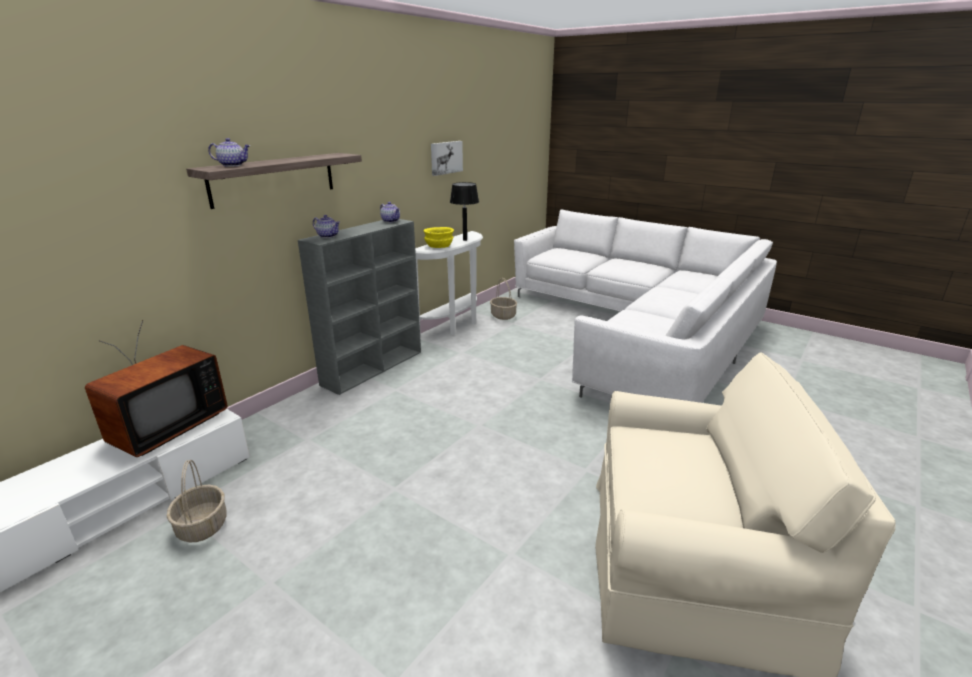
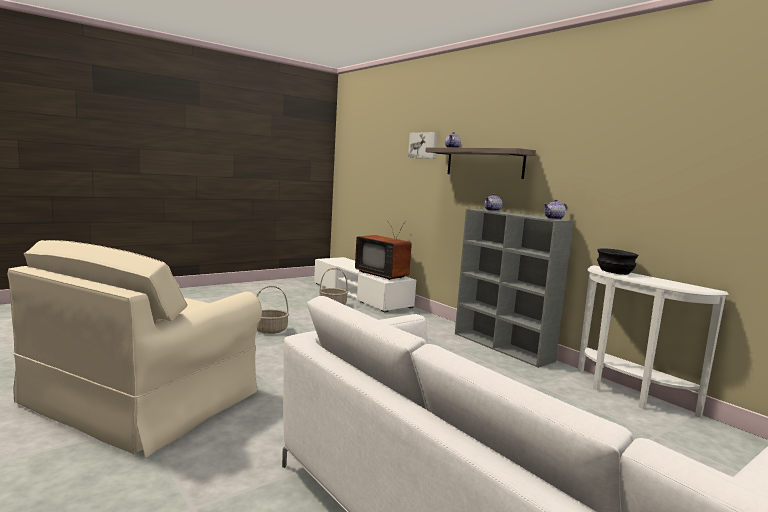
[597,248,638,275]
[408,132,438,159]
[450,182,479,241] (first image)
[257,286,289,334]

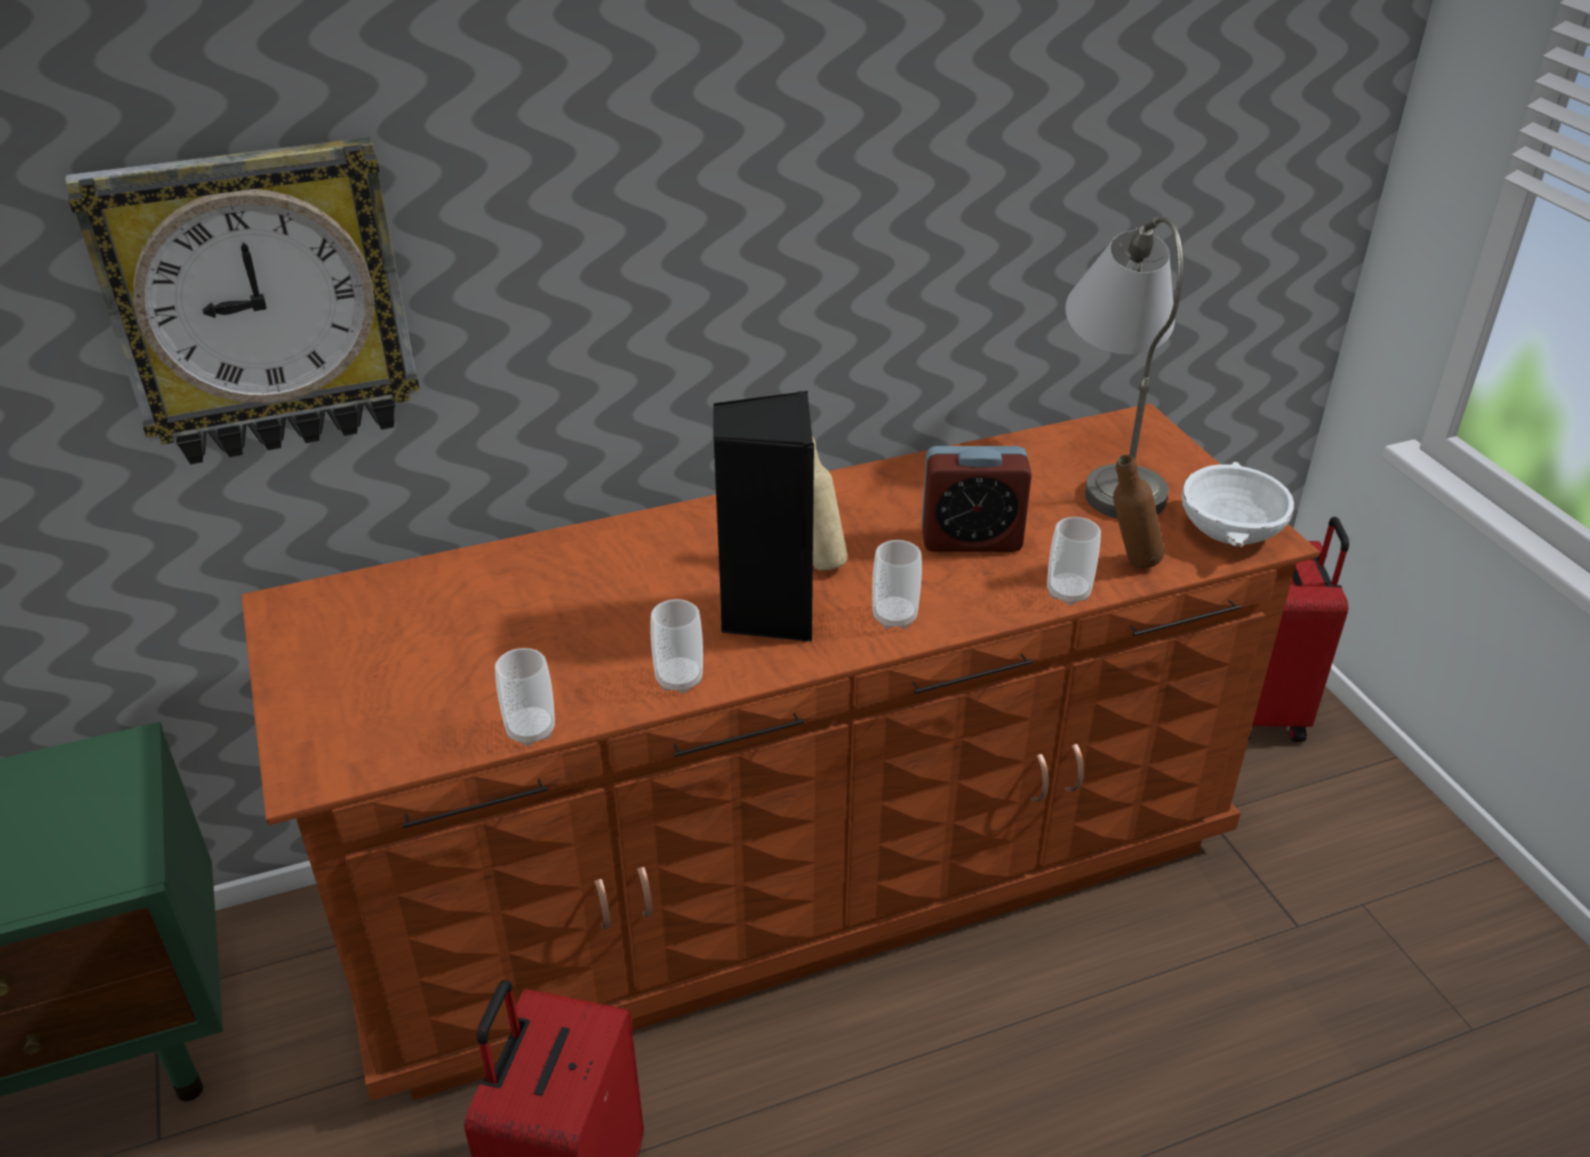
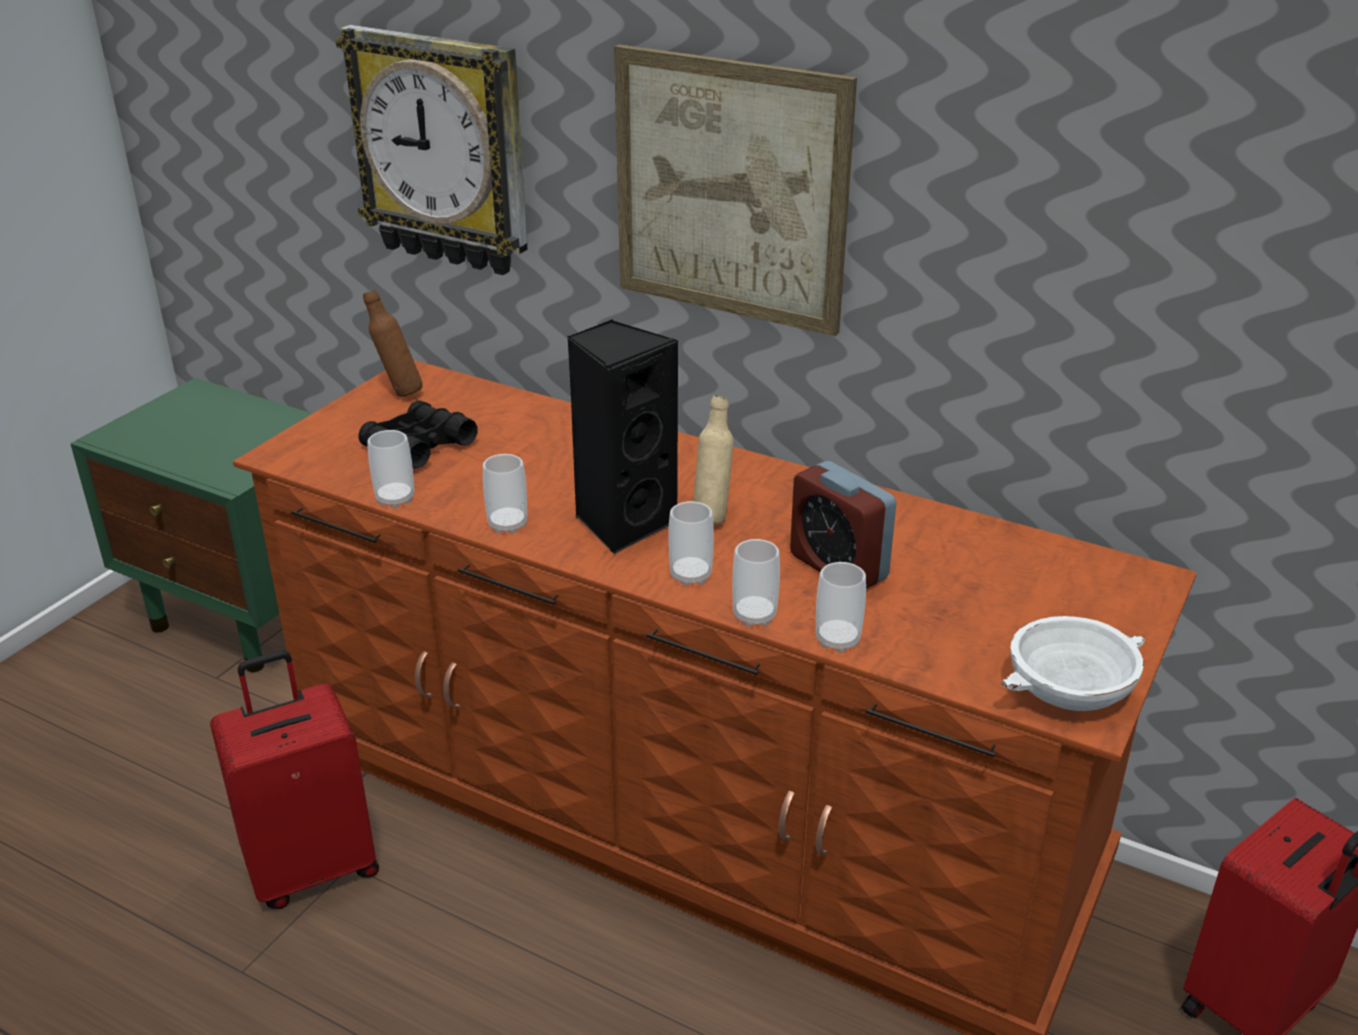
[1065,217,1183,519] (first image)
[363,289,423,397]
[358,400,478,468]
[614,44,857,336]
[732,539,780,627]

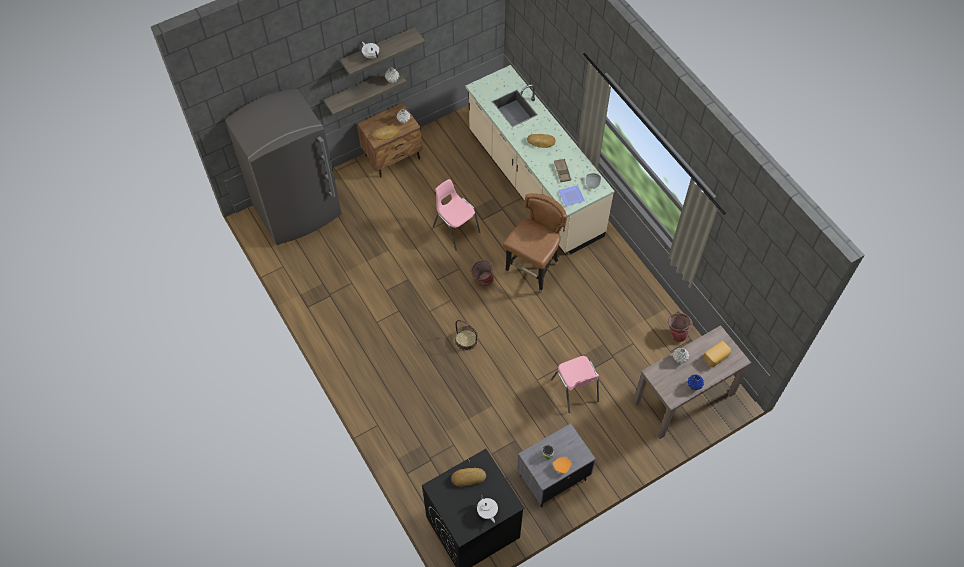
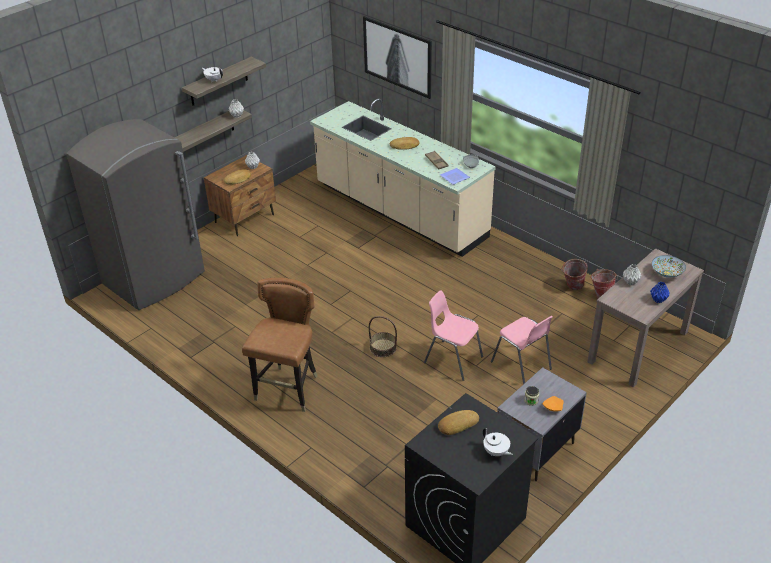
[424,290,483,381]
[561,259,588,290]
[242,277,318,412]
[652,255,686,278]
[363,16,432,99]

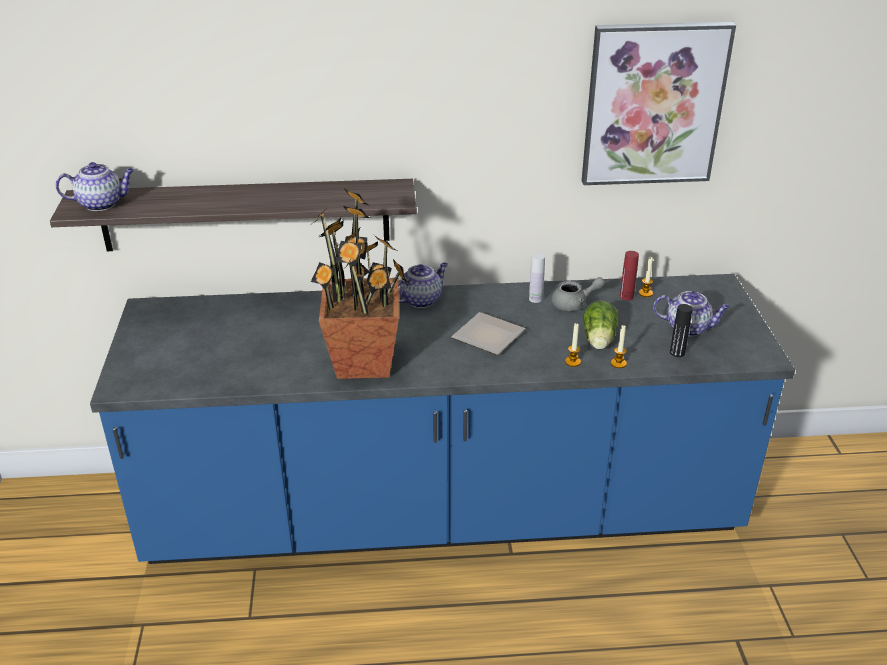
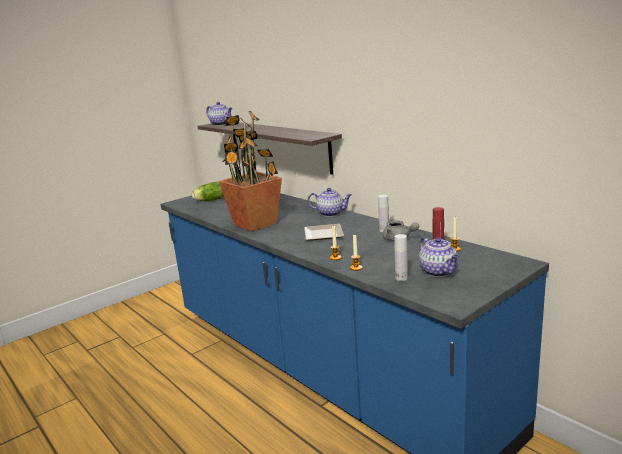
[582,22,736,185] (first image)
[192,182,224,201]
[395,234,408,281]

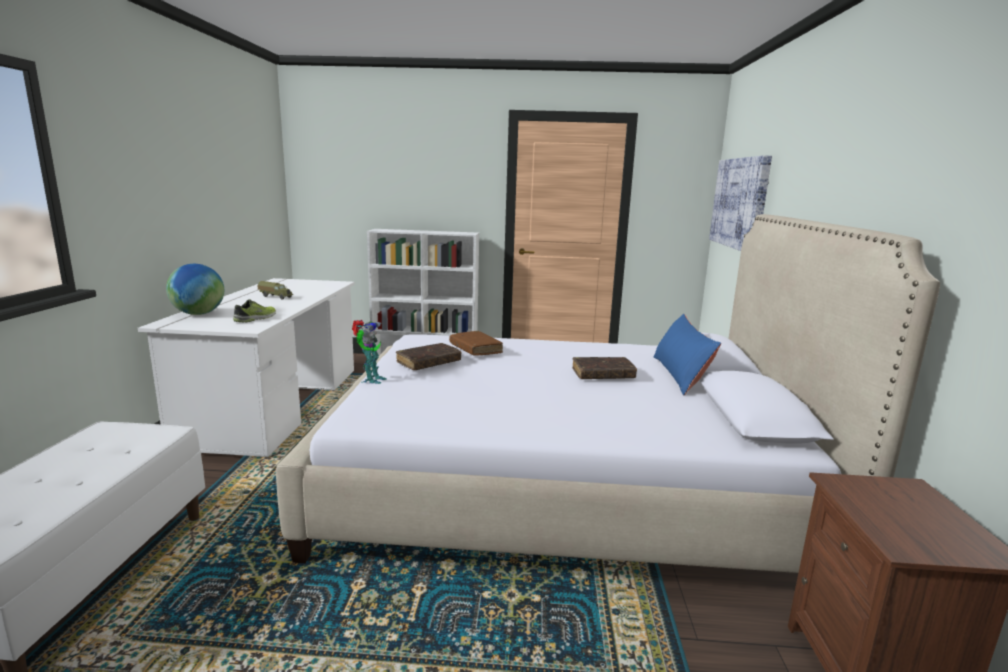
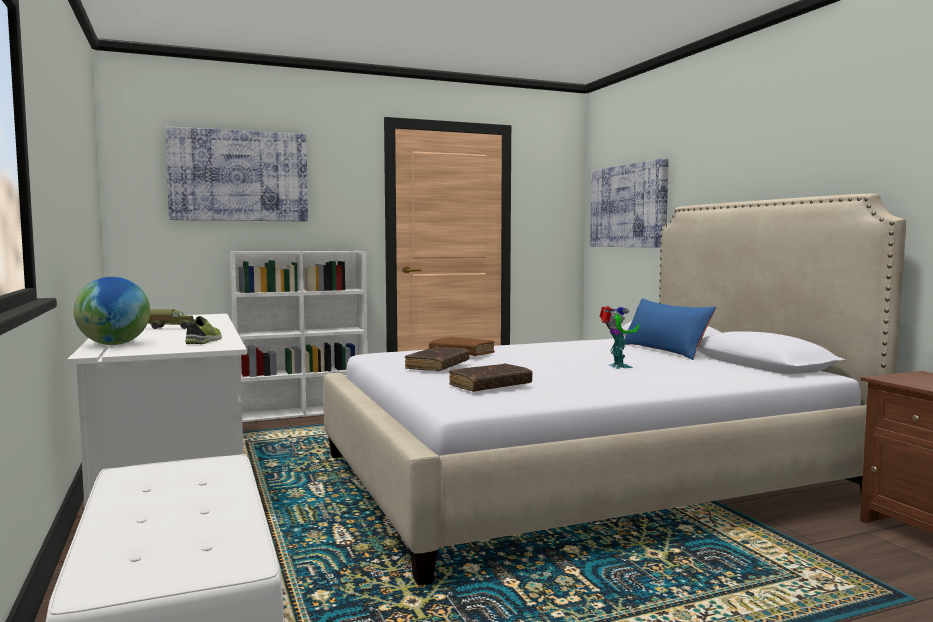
[599,306,639,369]
[449,363,533,392]
[165,126,308,222]

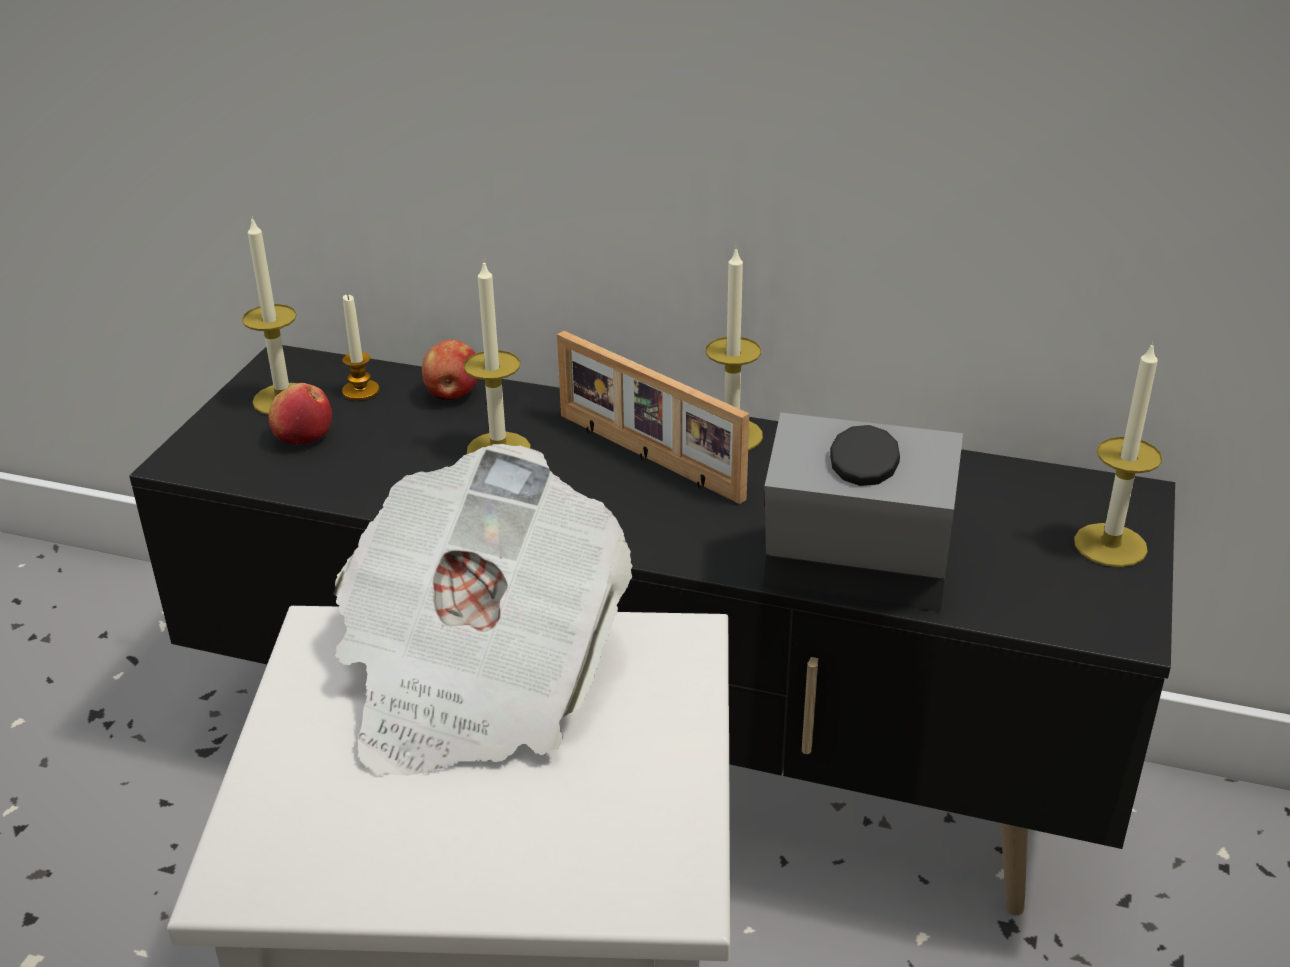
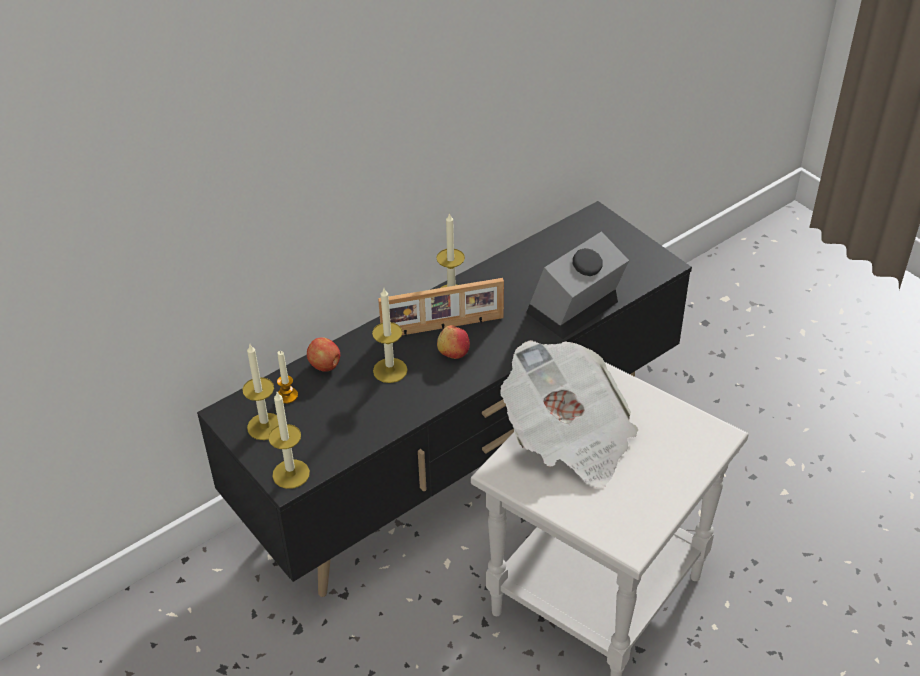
[437,325,470,359]
[268,392,310,489]

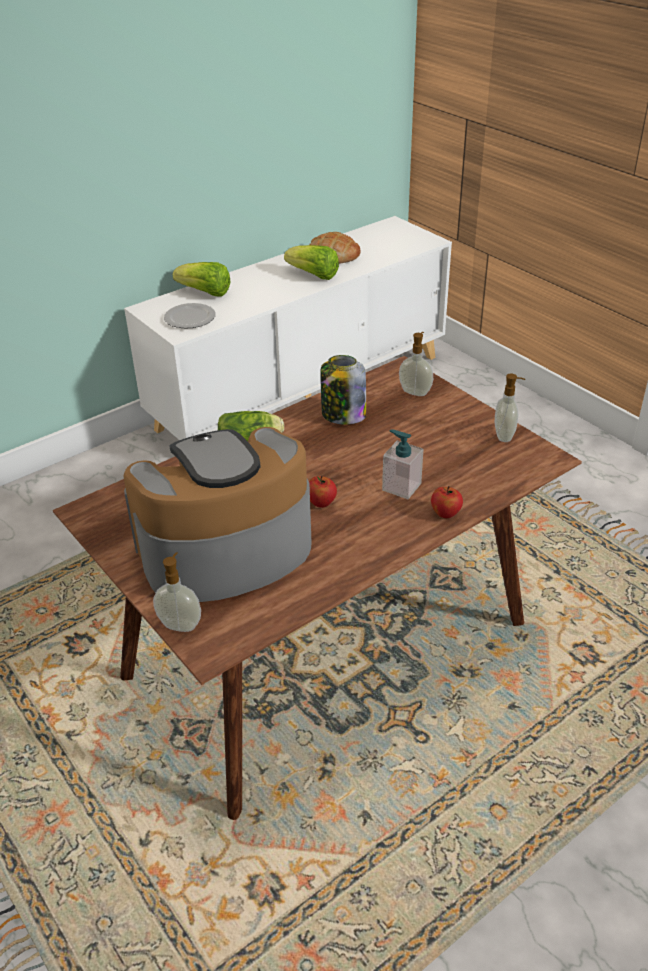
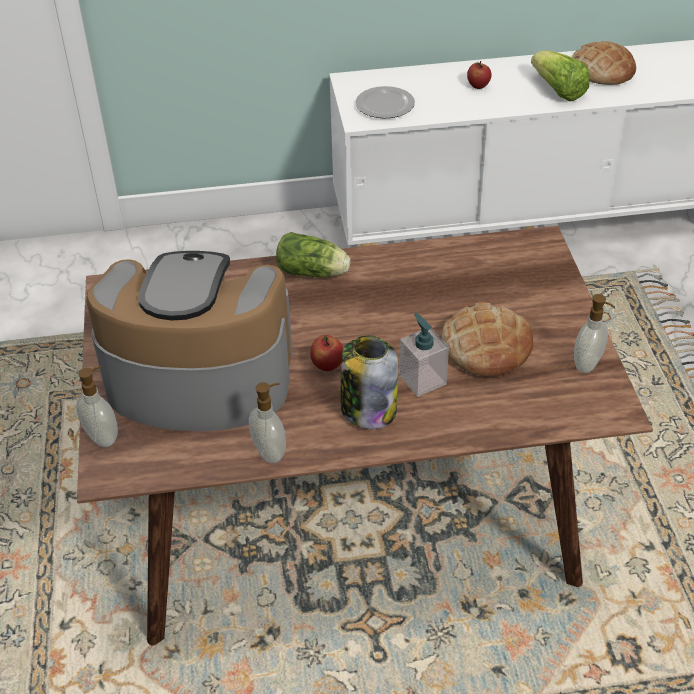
[173,262,230,297] (first image)
[341,335,398,429]
[249,382,286,463]
[467,61,492,89]
[442,302,533,377]

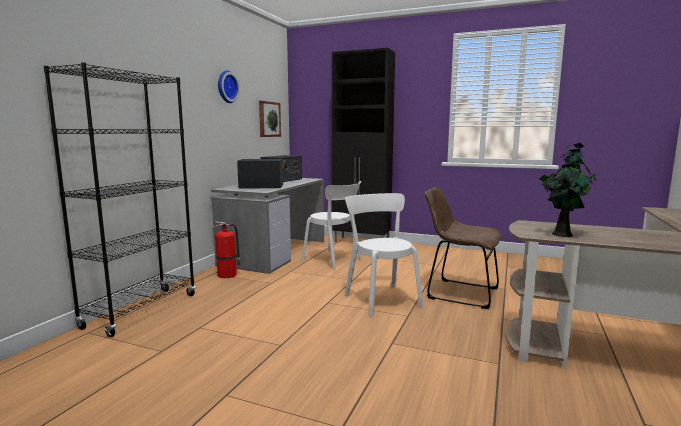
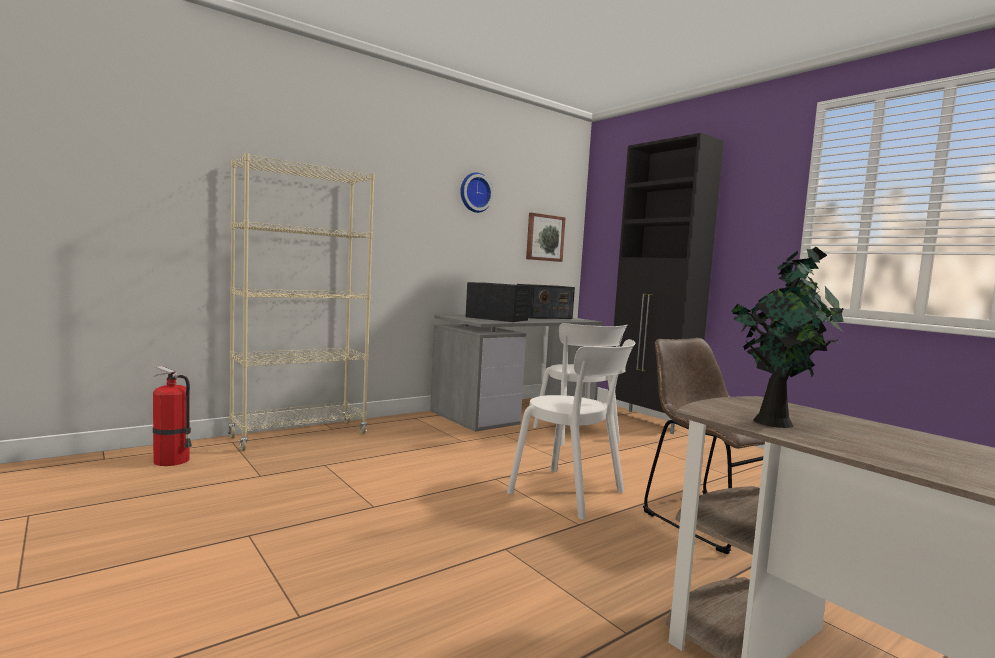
[228,153,375,451]
[153,366,192,466]
[507,339,635,520]

